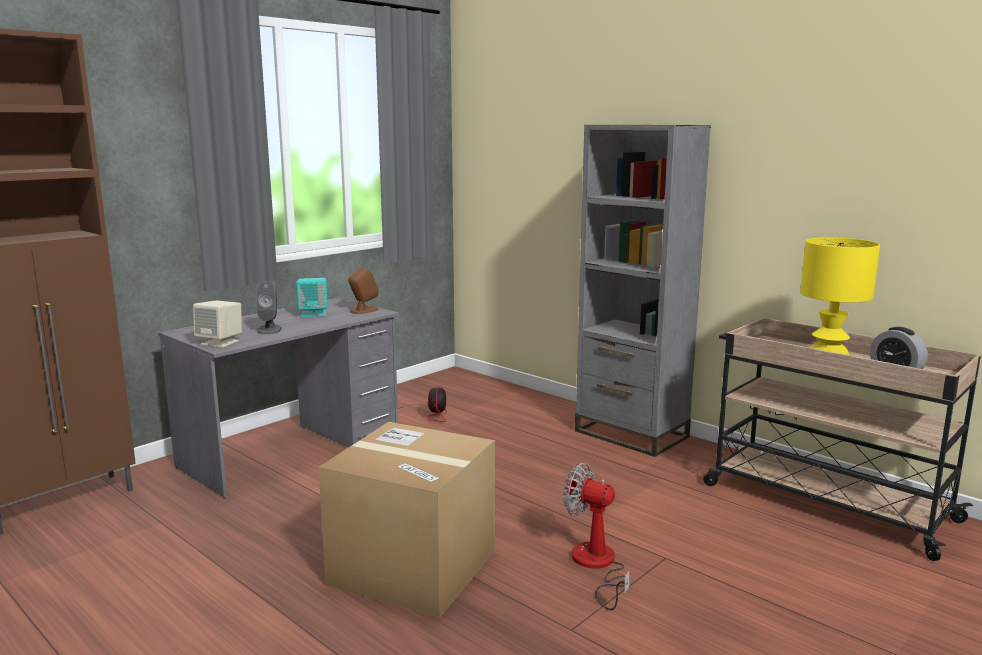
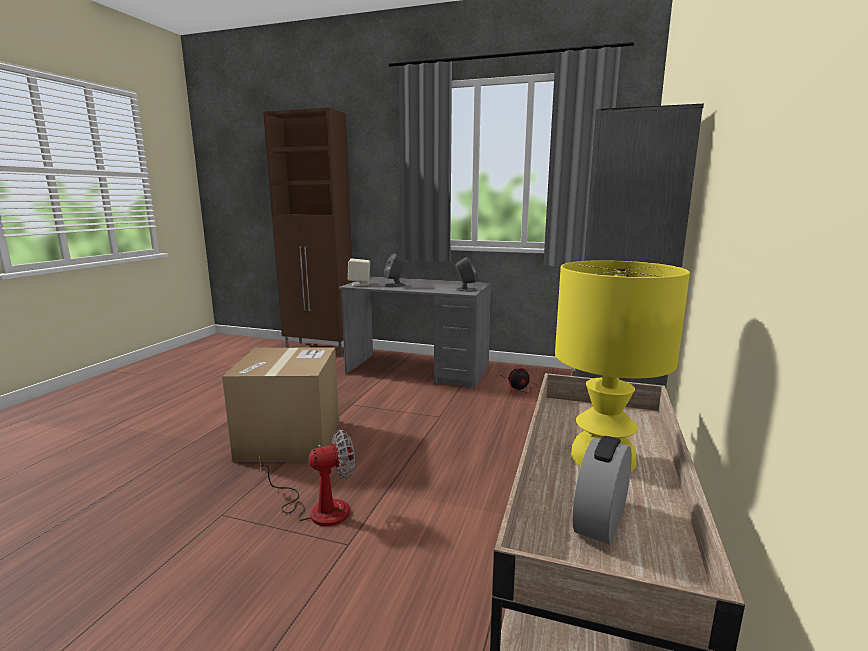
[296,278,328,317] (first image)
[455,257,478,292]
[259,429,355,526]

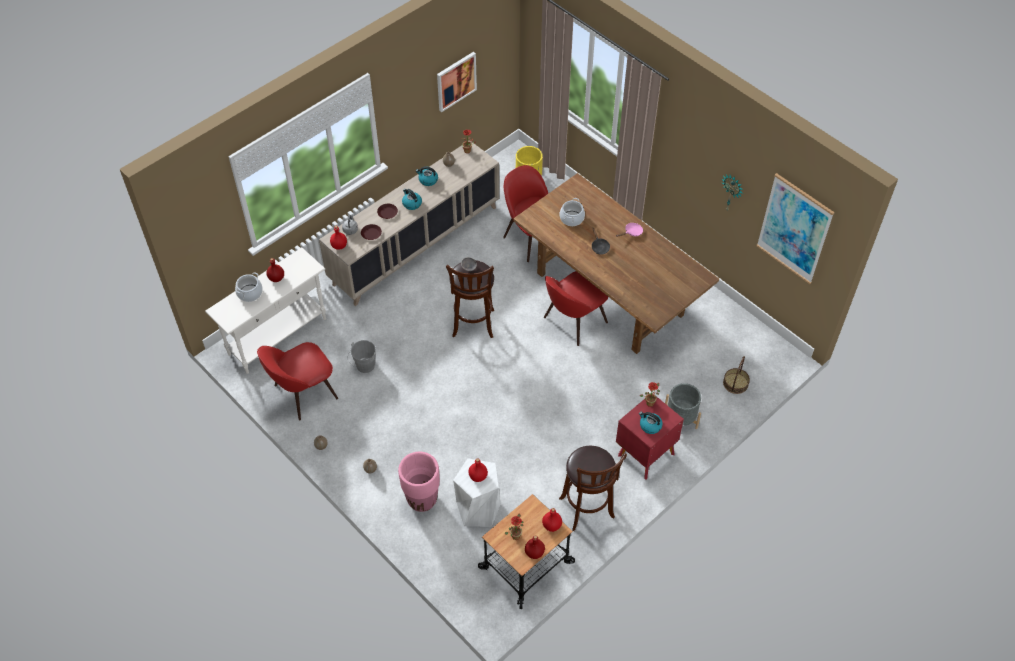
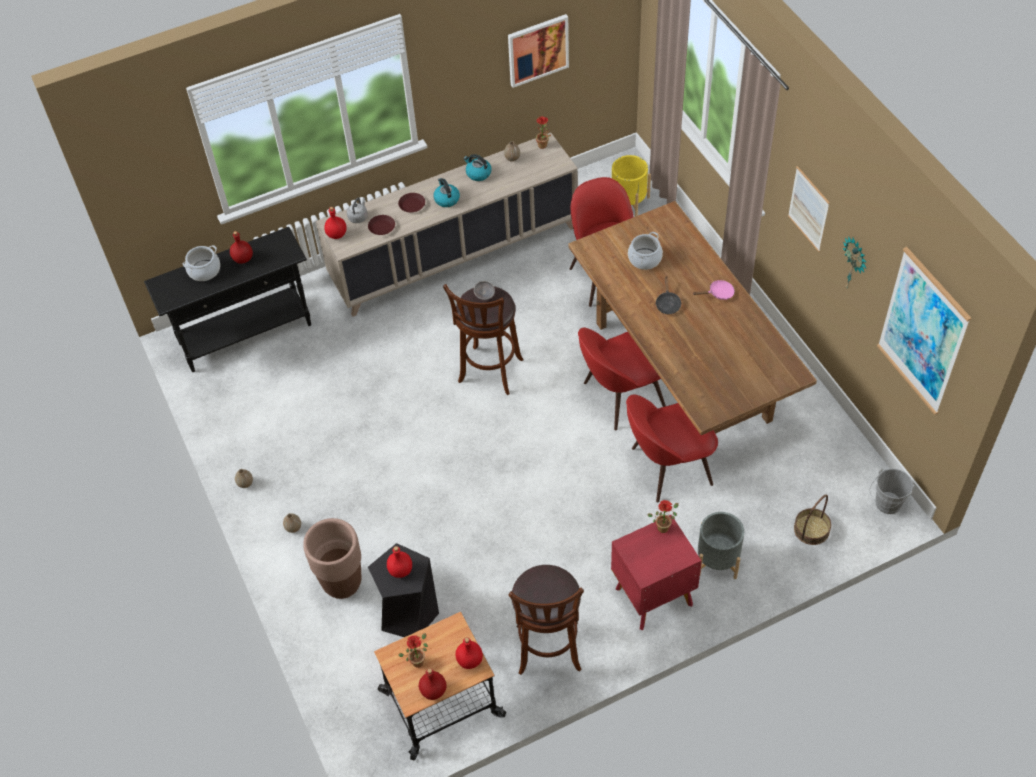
[144,227,311,372]
[626,394,718,503]
[870,469,913,514]
[303,518,361,599]
[368,543,439,637]
[639,412,663,434] (first image)
[788,166,830,252]

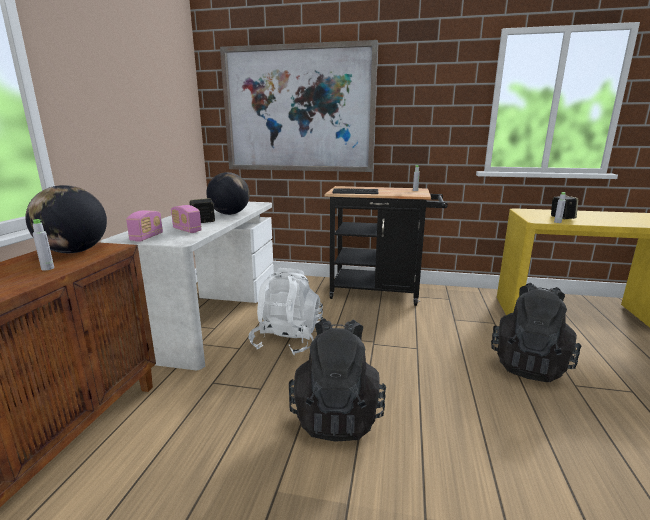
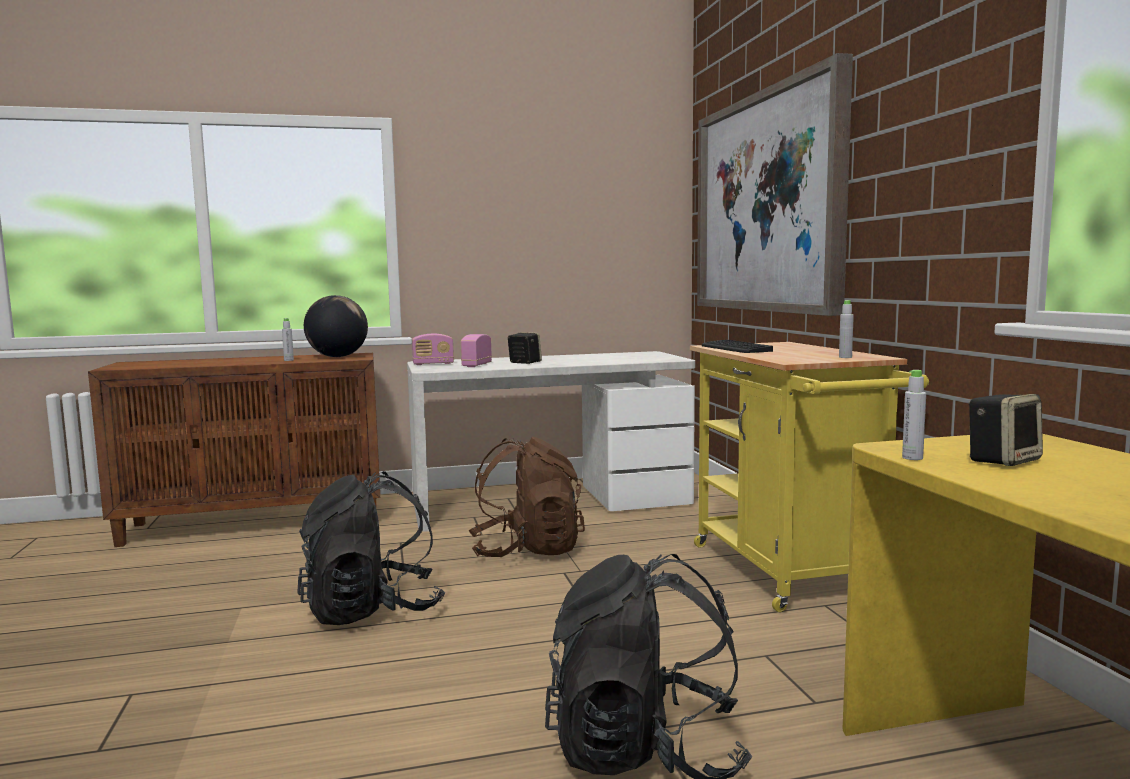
[207,172,250,215] (first image)
[468,437,585,557]
[690,342,929,612]

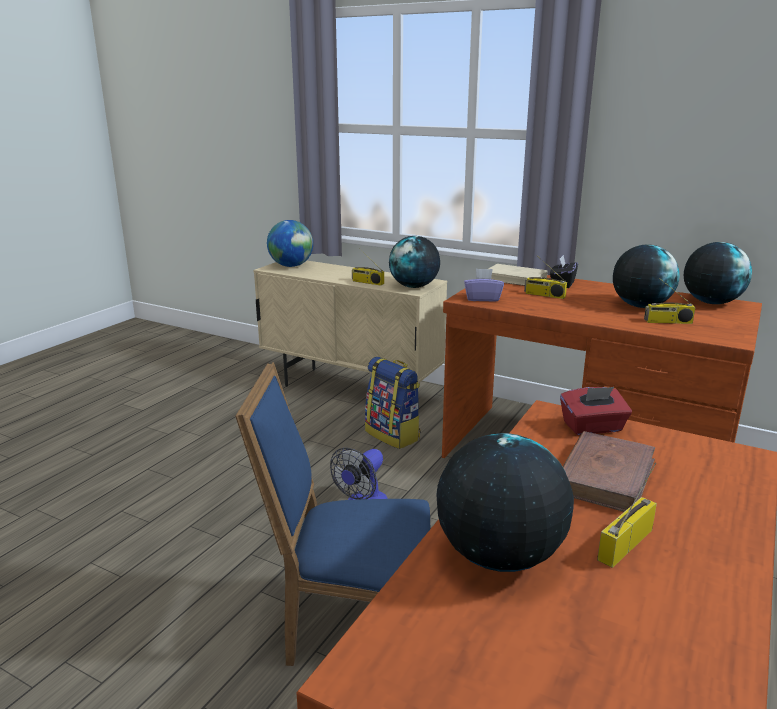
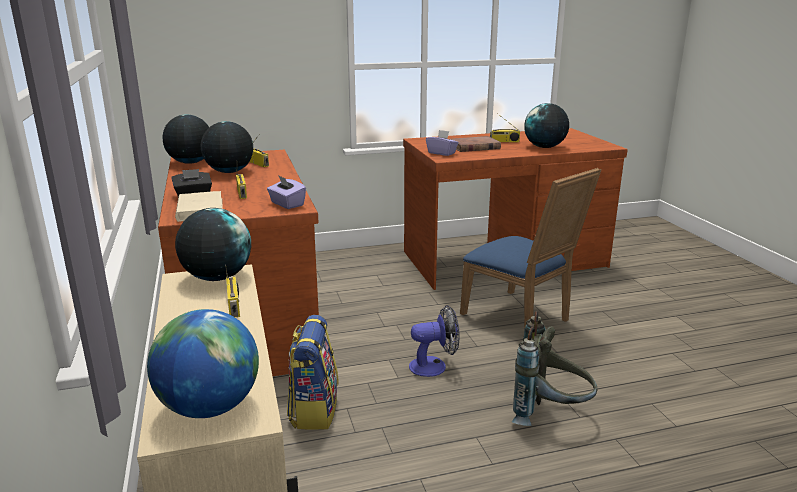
[426,130,459,156]
[512,311,598,426]

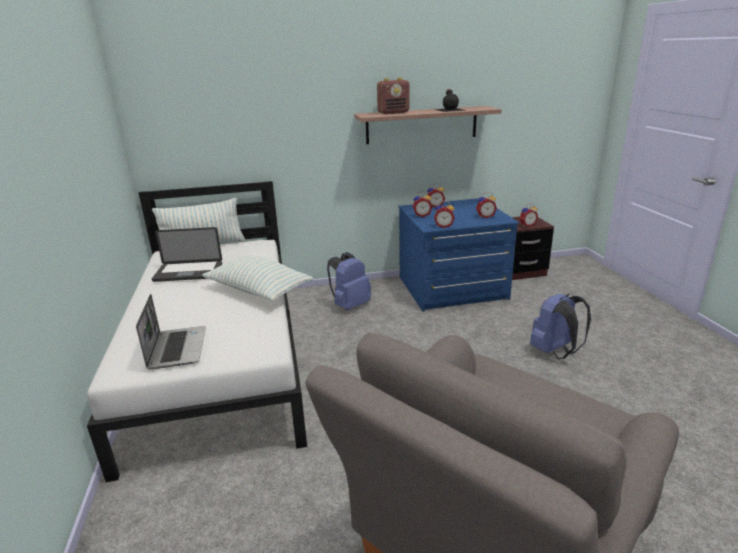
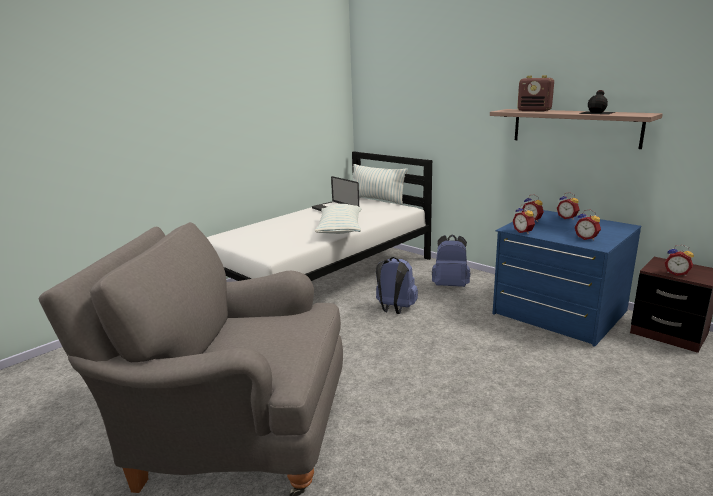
[136,294,206,369] (first image)
[376,257,418,314]

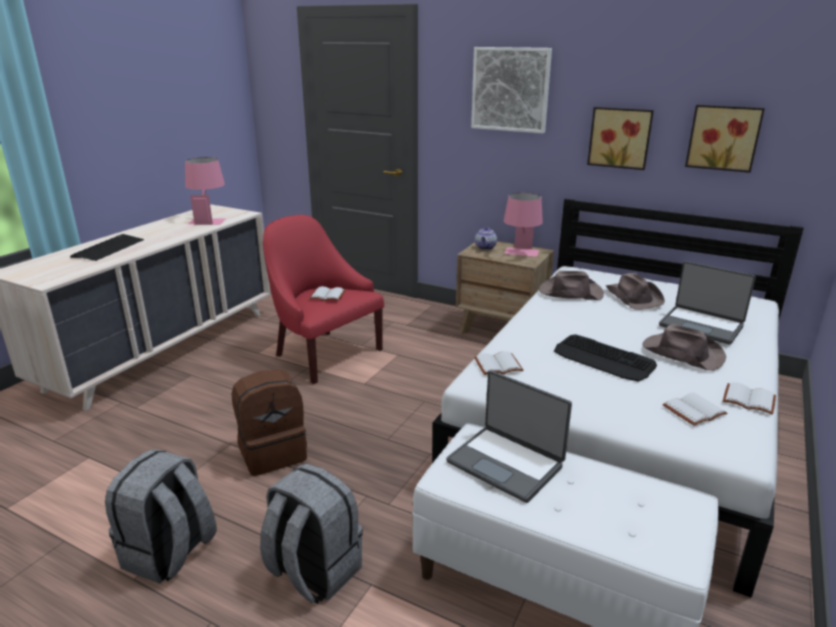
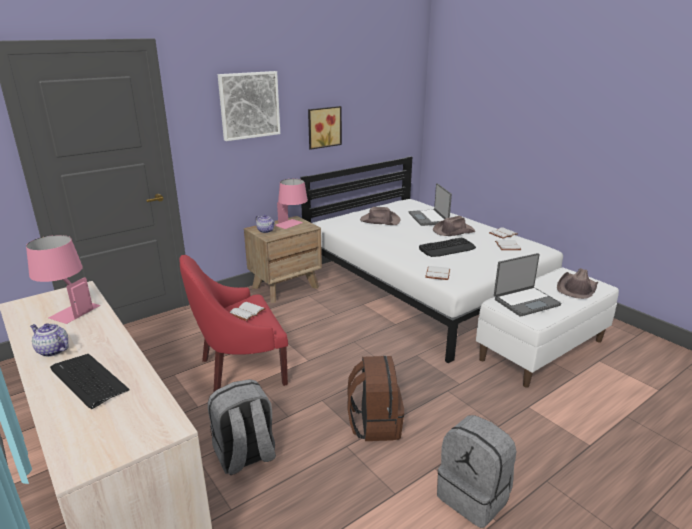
[208,379,276,475]
[557,268,598,299]
[409,183,452,226]
[685,105,765,173] (first image)
[30,323,69,357]

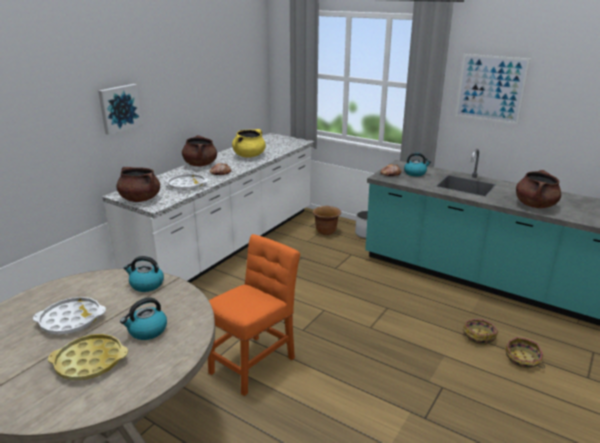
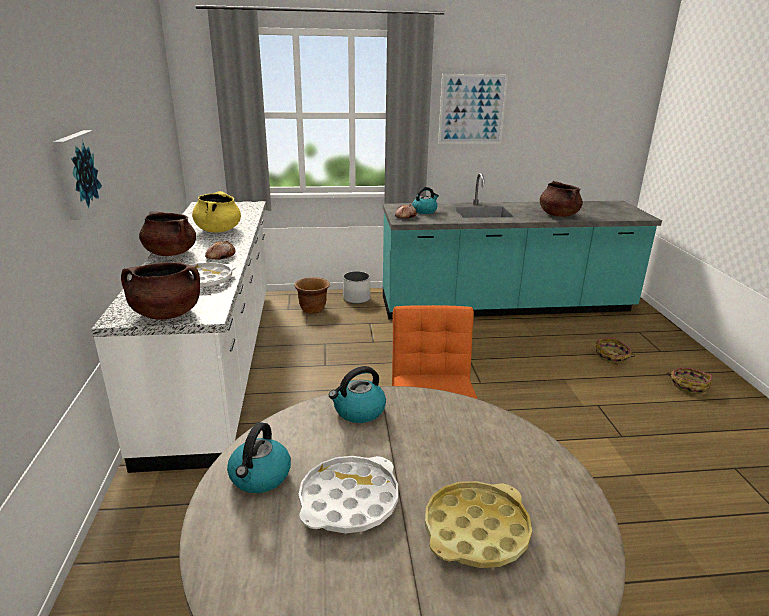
[227,422,291,493]
[666,368,712,394]

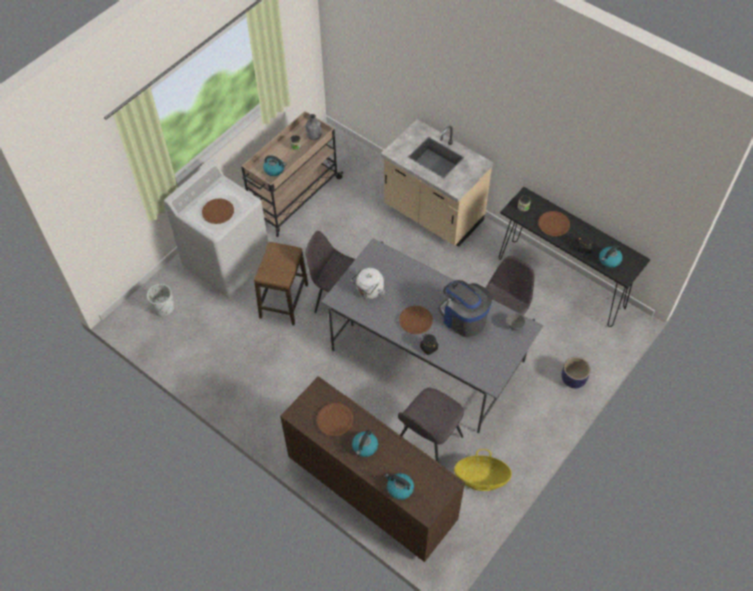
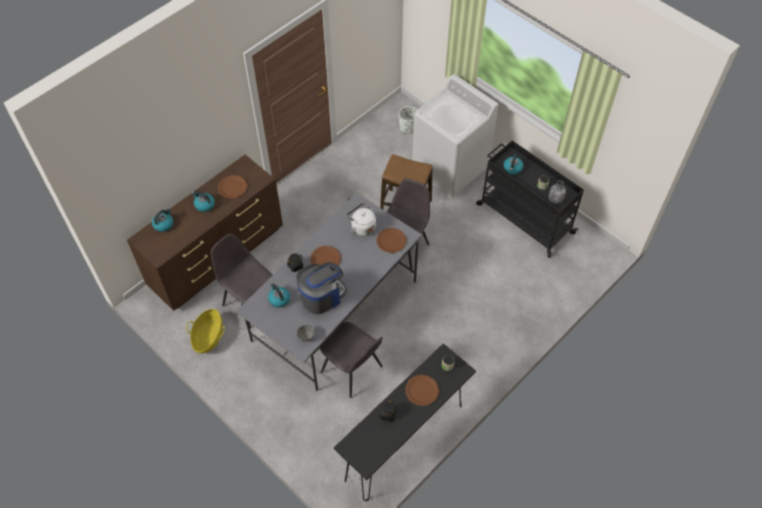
[376,228,406,253]
[476,140,584,258]
[381,119,493,247] (first image)
[562,357,591,388] (first image)
[268,283,290,308]

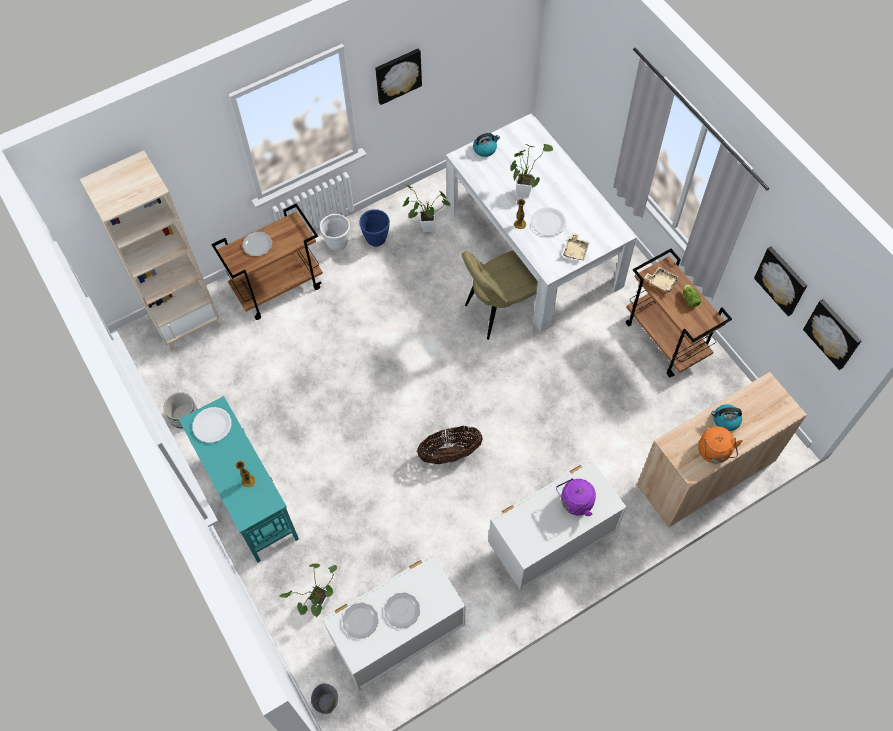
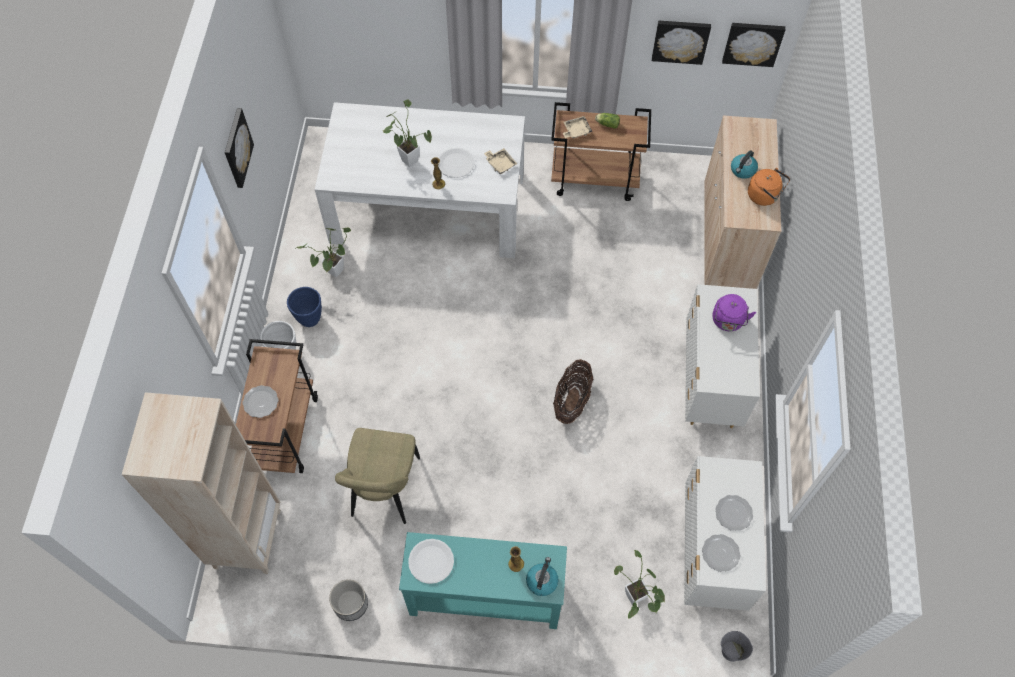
[335,428,420,524]
[526,557,559,596]

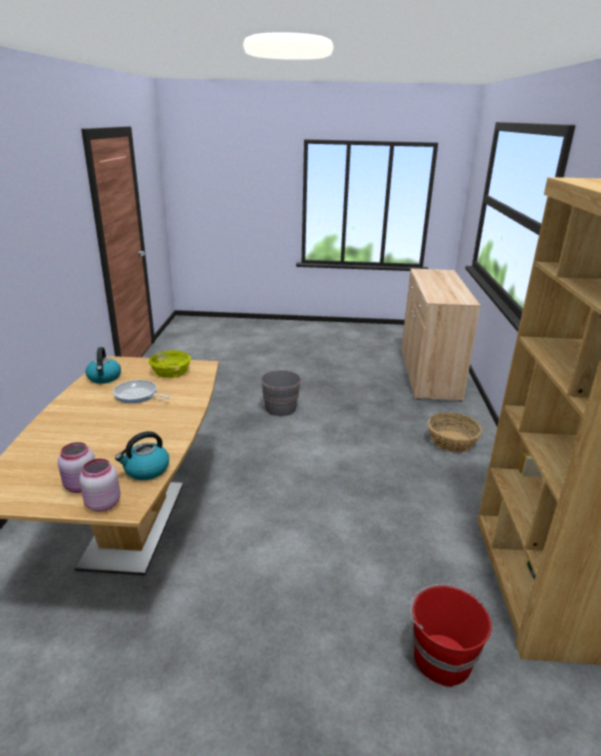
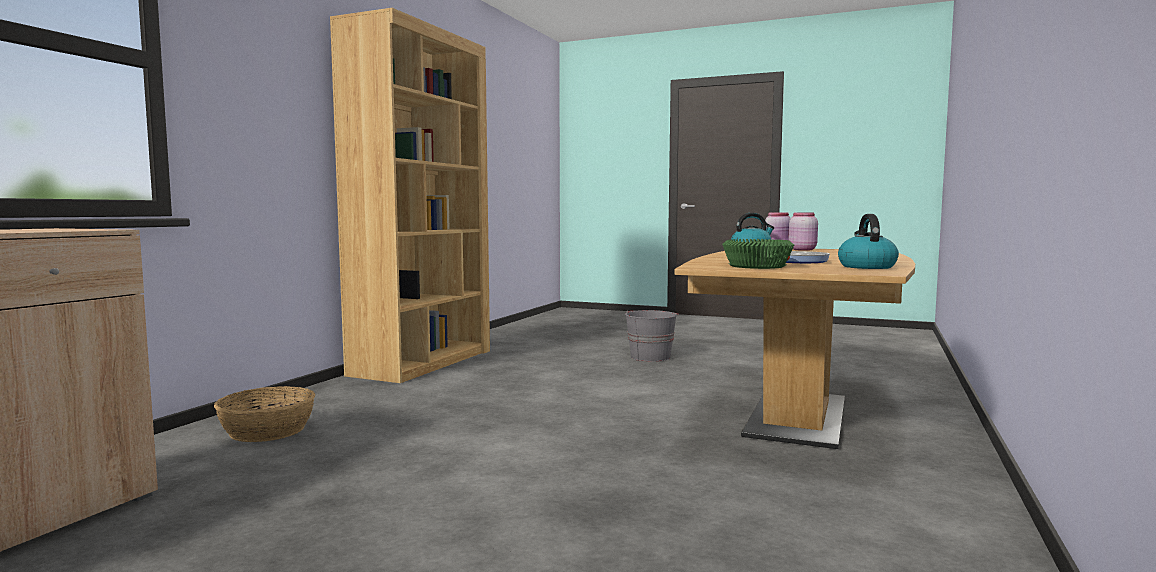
[722,239,794,269]
[625,310,678,362]
[410,584,491,687] (first image)

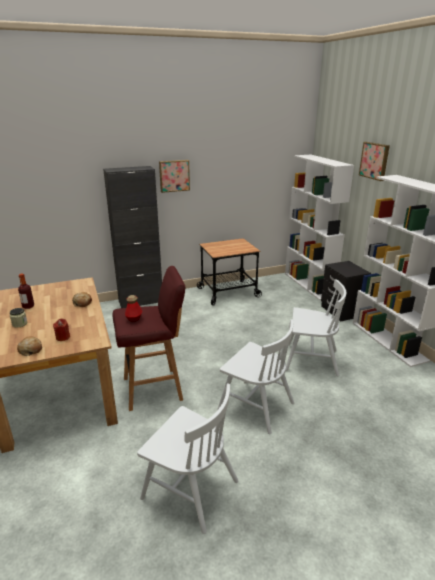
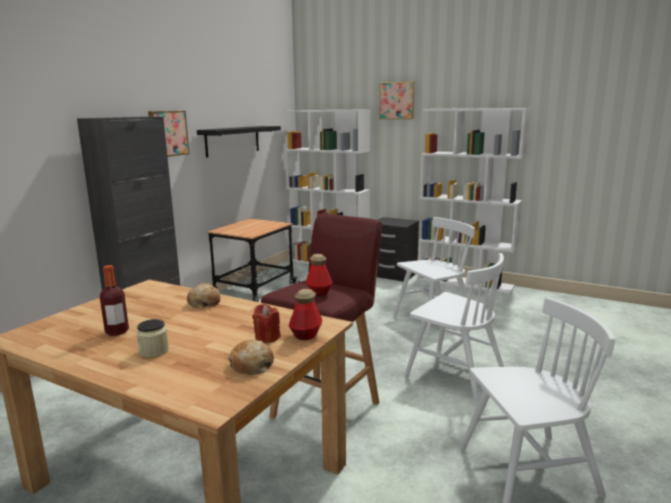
[405,253,504,400]
[197,126,281,158]
[289,289,322,340]

